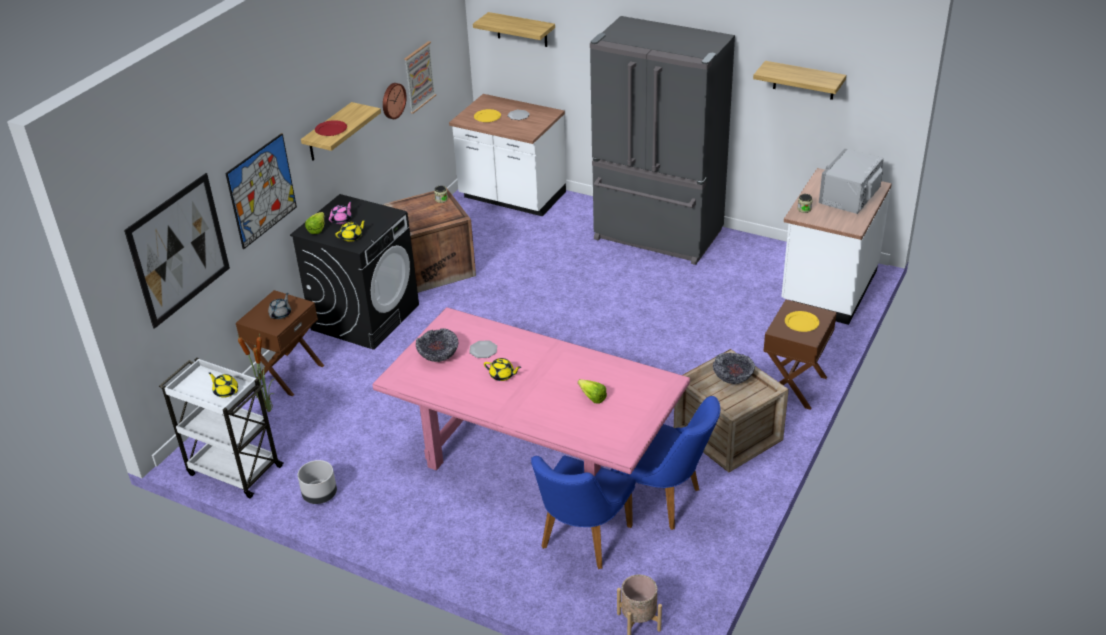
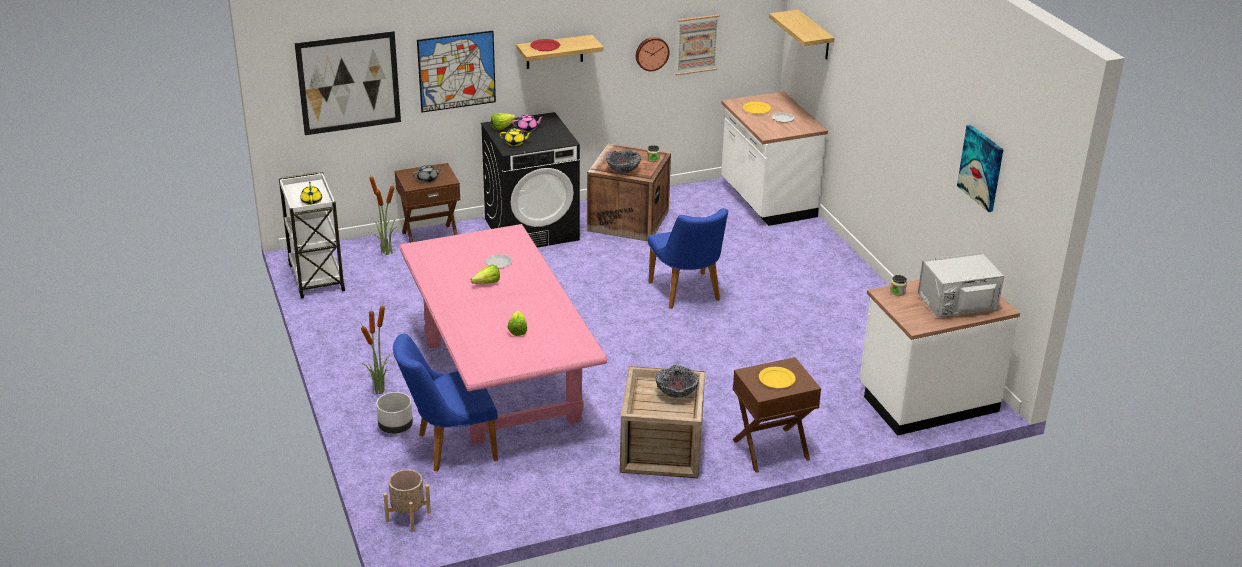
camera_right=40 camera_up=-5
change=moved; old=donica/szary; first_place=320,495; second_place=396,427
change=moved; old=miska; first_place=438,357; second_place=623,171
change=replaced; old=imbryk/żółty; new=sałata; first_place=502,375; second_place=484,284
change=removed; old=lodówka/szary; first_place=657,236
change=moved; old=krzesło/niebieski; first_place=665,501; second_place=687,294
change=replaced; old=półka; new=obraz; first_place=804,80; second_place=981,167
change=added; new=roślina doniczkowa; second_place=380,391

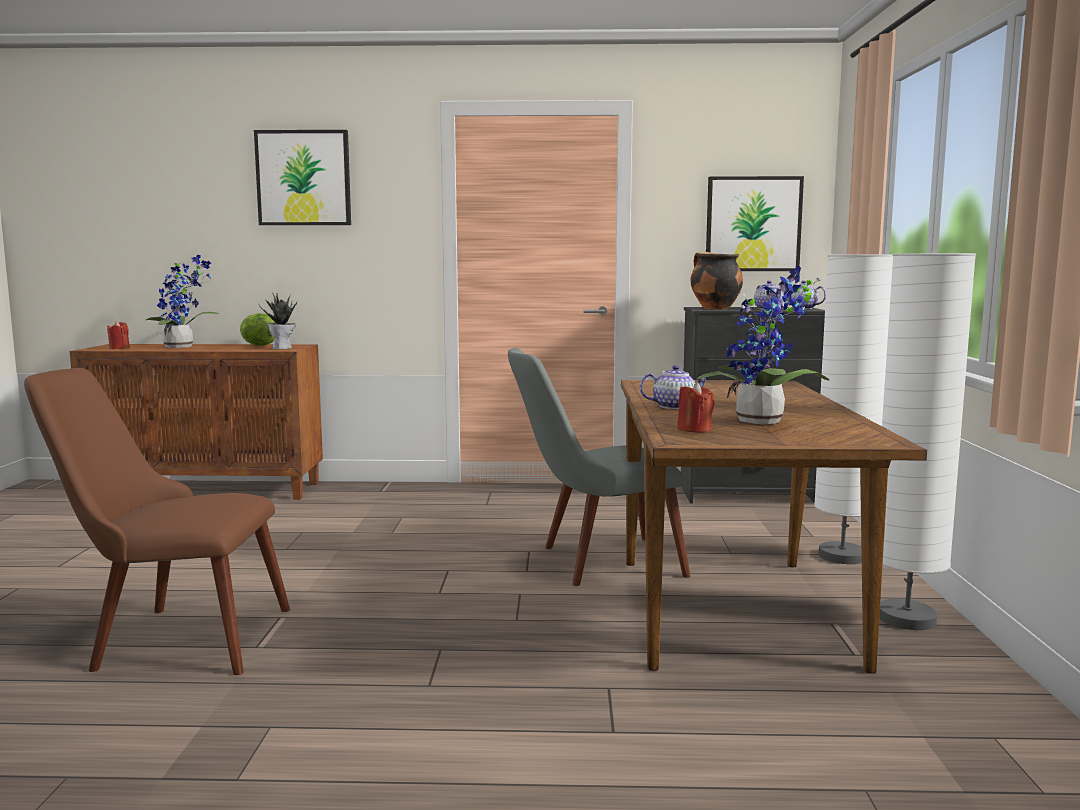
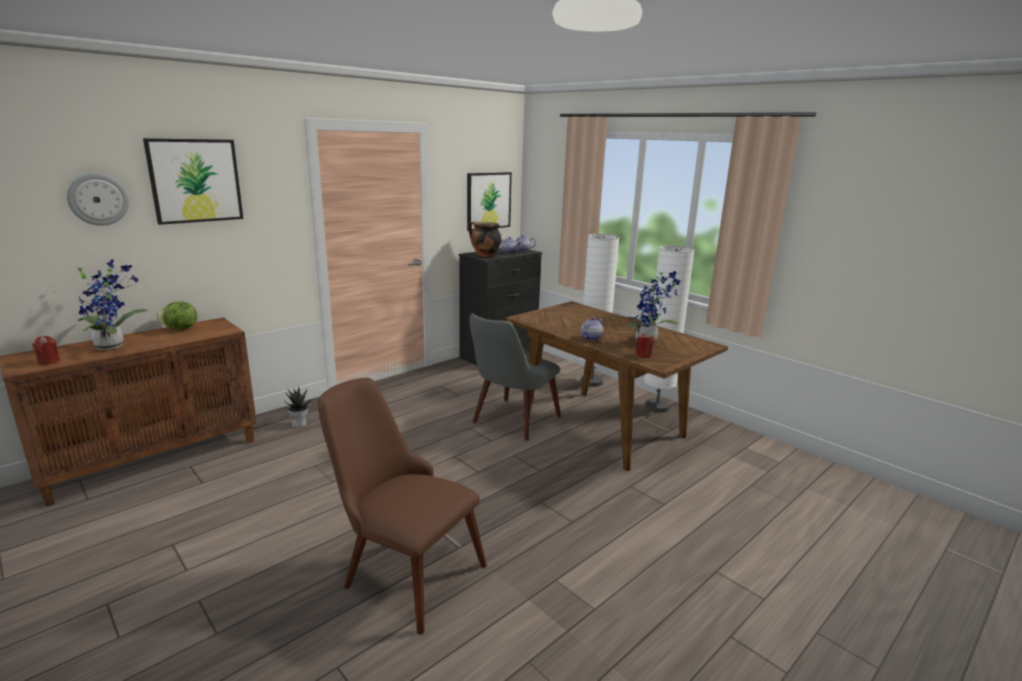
camera_right=-45 camera_up=10
change=turned; old=krzesło/brązowy; first_place=170,639; second_place=401,570; degrees=75
change=moved; old=roślina doniczkowa; first_place=283,348; second_place=300,424
change=added; new=zegar ścienny; second_place=98,199

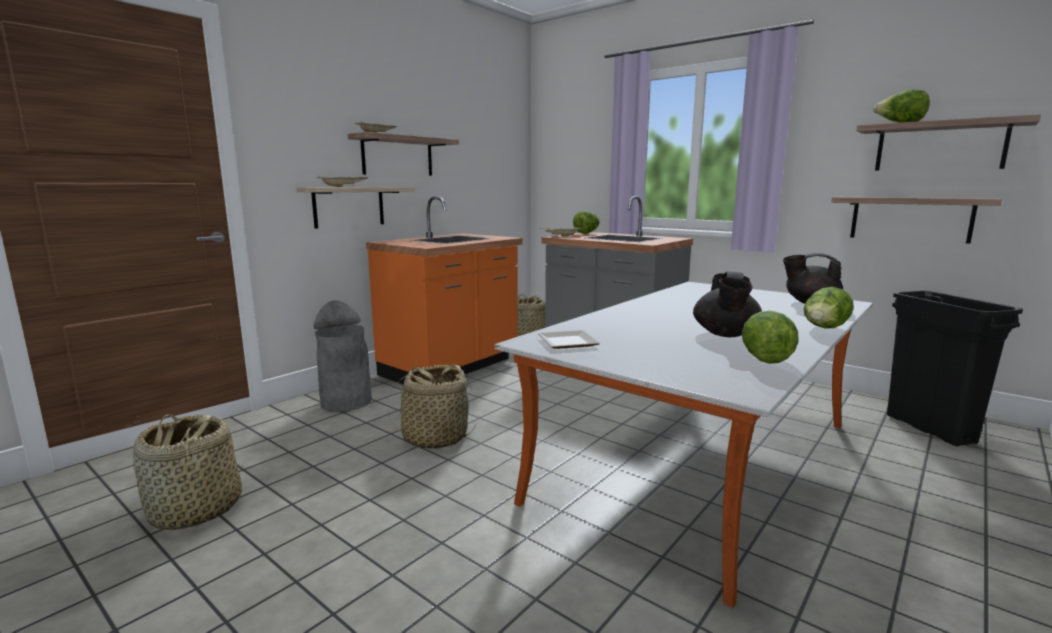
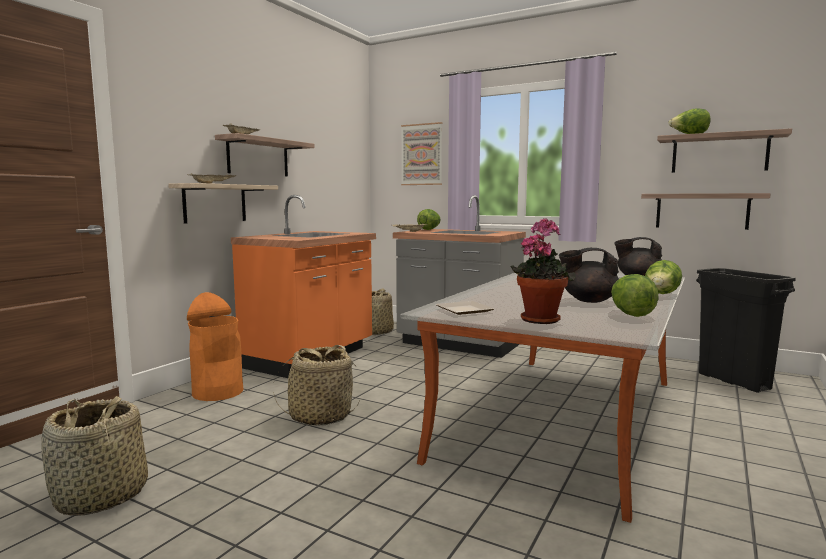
camera_right=-10 camera_up=-5
change=recoloured; old=kosz na śmieci/szary; new=kosz na śmieci/pomarańczowy; first_place=346,401; second_place=218,392
change=turned; old=imbryk/czarny; first_place=725,334; second_place=588,300; degrees=90
change=added; new=obraz; second_place=422,154
change=added; new=roślina doniczkowa; second_place=540,319

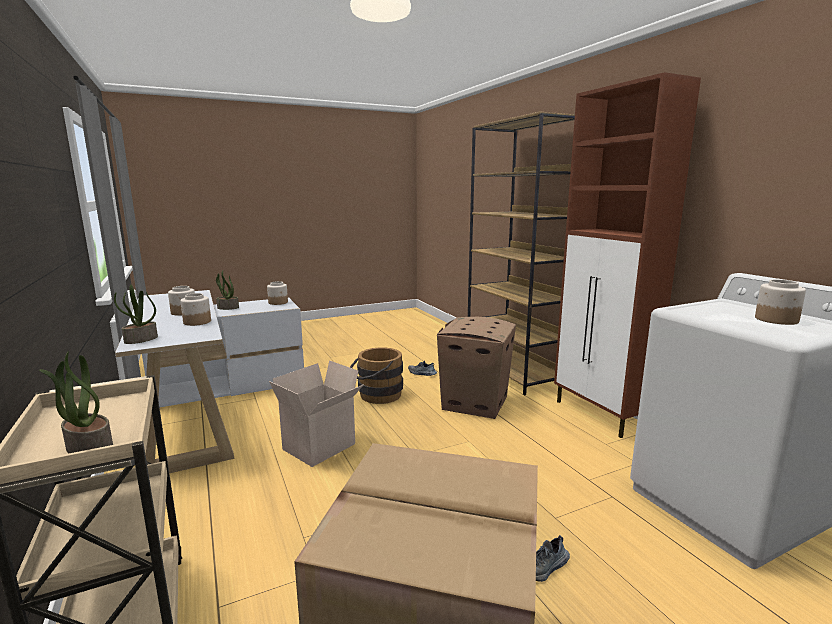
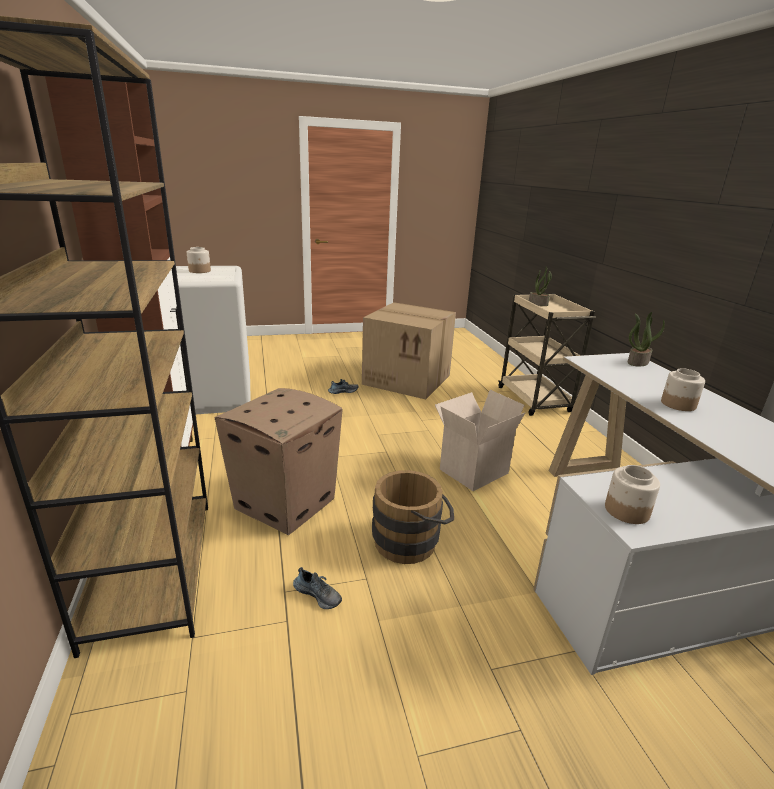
camera_right=-170 camera_up=10
change=removed; old=słoik; first_place=197,322
change=removed; old=roślina doniczkowa; first_place=227,308

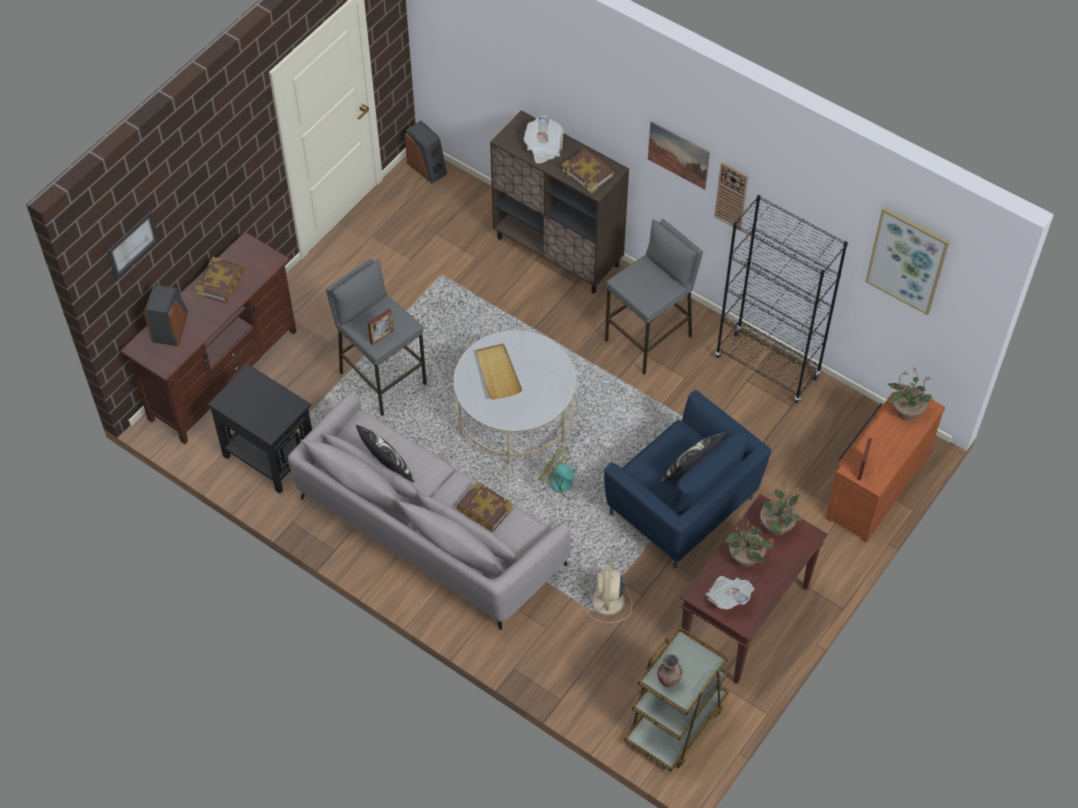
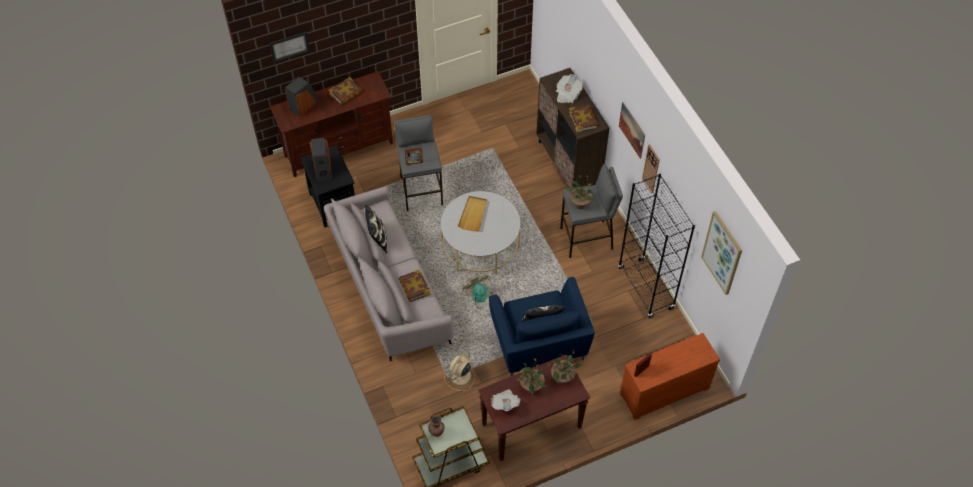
camera_right=30 camera_up=0
change=moved; old=głośnik; first_place=427,167; second_place=323,170
change=moved; old=roślina doniczkowa; first_place=906,411; second_place=579,203

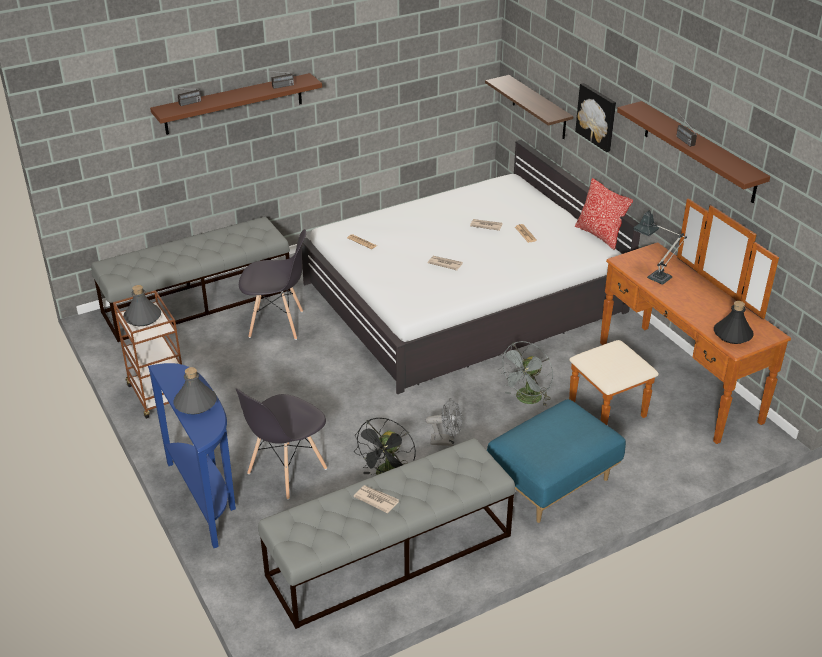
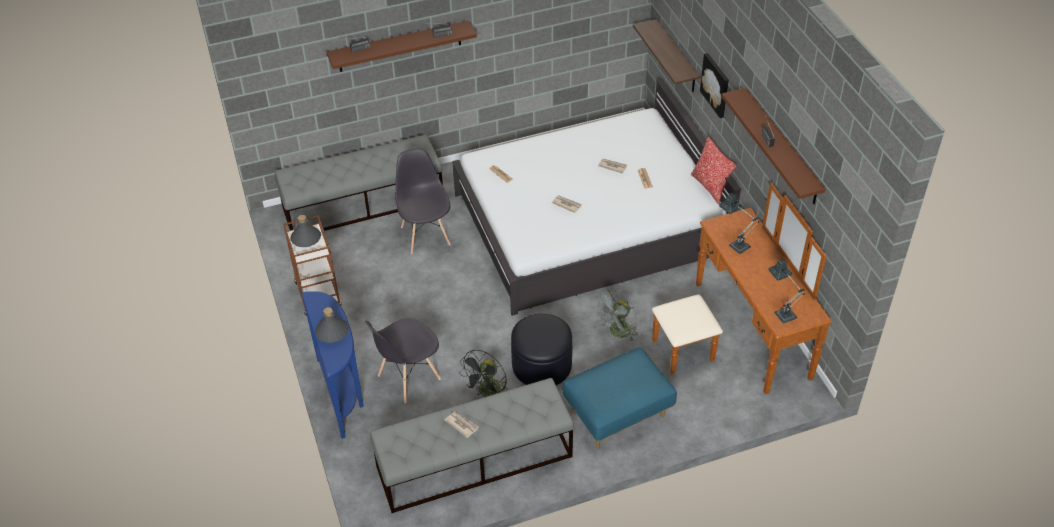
camera_right=10 camera_up=10
change=turned; old=krzesło/szary; first_place=277,324; second_place=425,235; degrees=-120
change=replaced; old=wentylator/szary; new=pufa/czarny; first_place=446,441; second_place=541,365
change=replaced; old=butelka/czarny; new=lampa stołowa; first_place=732,335; second_place=782,312

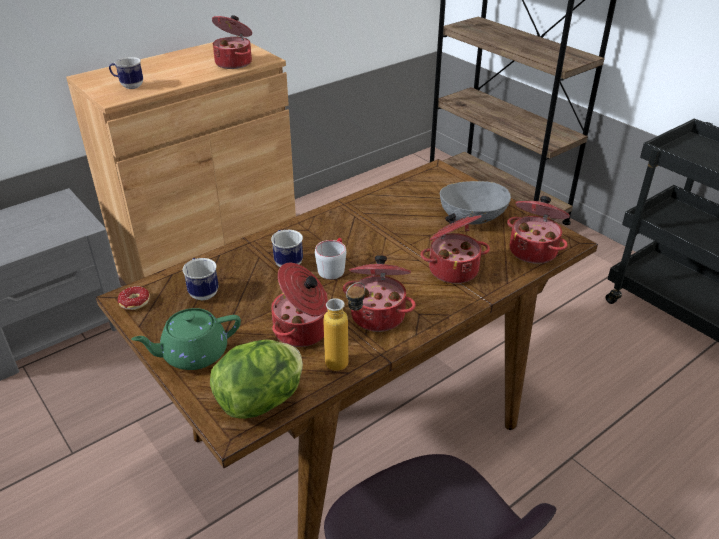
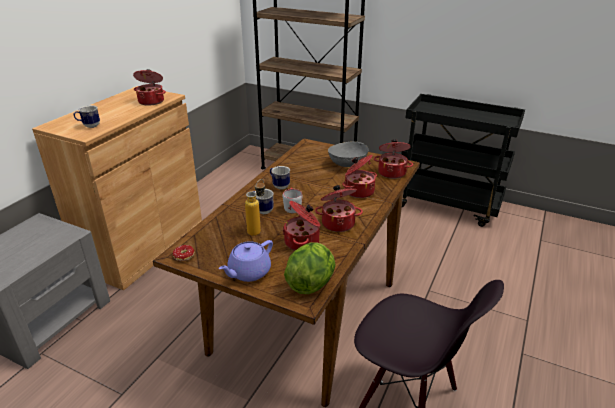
camera_right=-25 camera_up=-5
change=recoloured; old=imbryk/zielony; new=imbryk/fioletowy; first_place=193,354; second_place=248,272
change=moved; old=kubek; first_place=202,291; second_place=279,186
change=moved; old=butelka; first_place=345,360; second_place=257,230

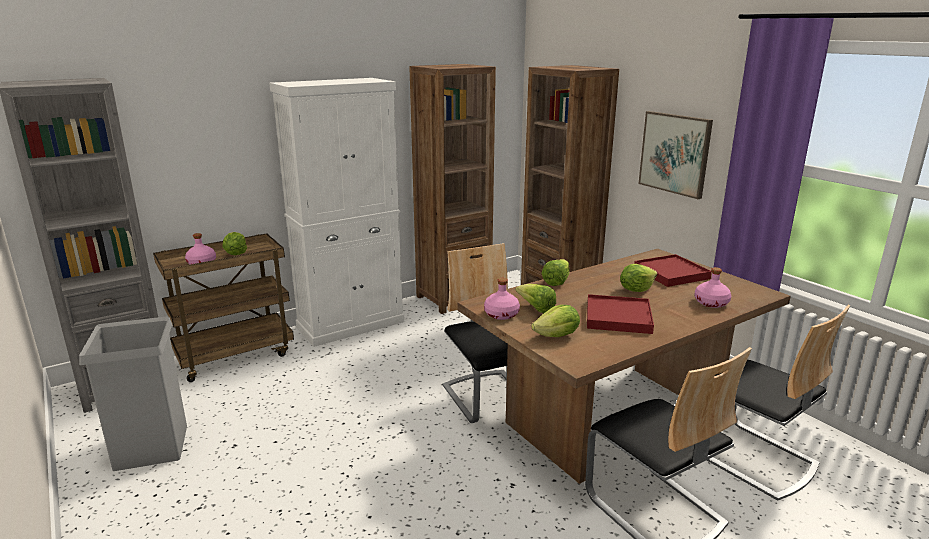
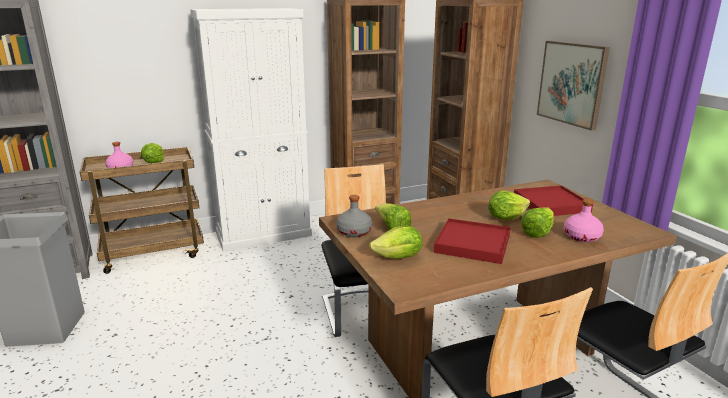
camera_right=10 camera_up=0
change=recoloured; old=butelka/różowy; new=butelka/szary; first_place=502,314; second_place=354,232
change=moved; old=sałata; first_place=556,281; second_place=537,232

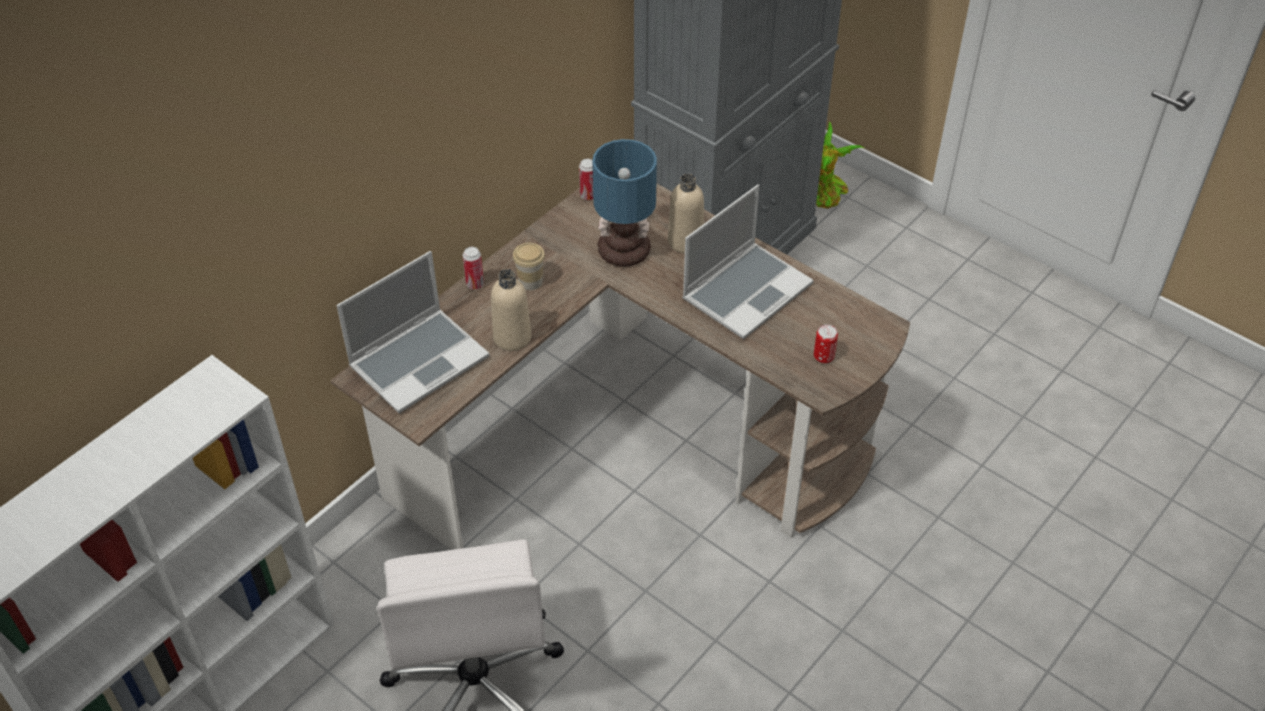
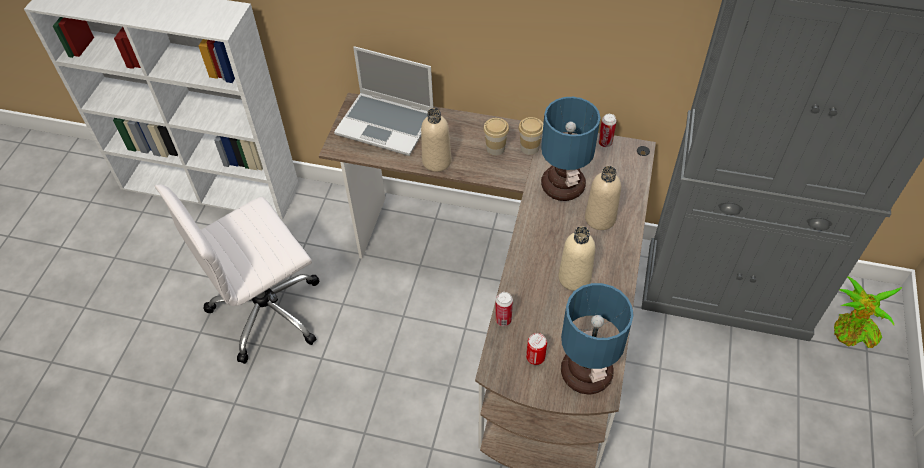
camera_right=65 camera_up=5
change=moved; old=puszka; first_place=475,284; second_place=503,320
change=replaced; old=laptop; new=butelka/beżowy; first_place=746,290; second_place=574,278
change=added; new=filiżanka; second_place=529,147
change=added; new=lampa stołowa; second_place=584,372

